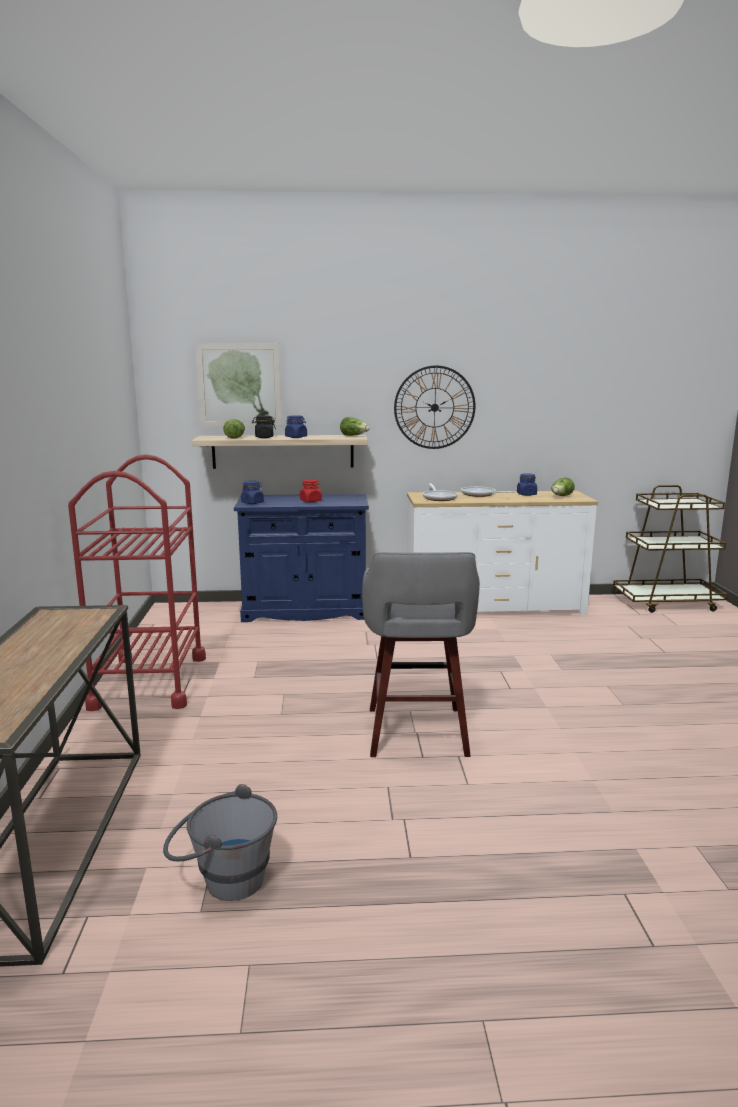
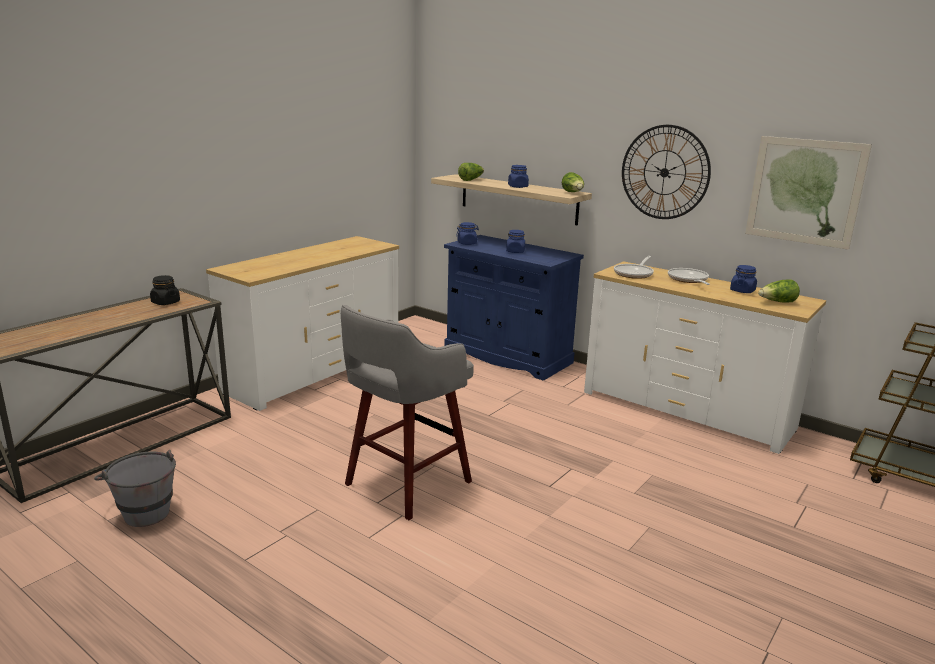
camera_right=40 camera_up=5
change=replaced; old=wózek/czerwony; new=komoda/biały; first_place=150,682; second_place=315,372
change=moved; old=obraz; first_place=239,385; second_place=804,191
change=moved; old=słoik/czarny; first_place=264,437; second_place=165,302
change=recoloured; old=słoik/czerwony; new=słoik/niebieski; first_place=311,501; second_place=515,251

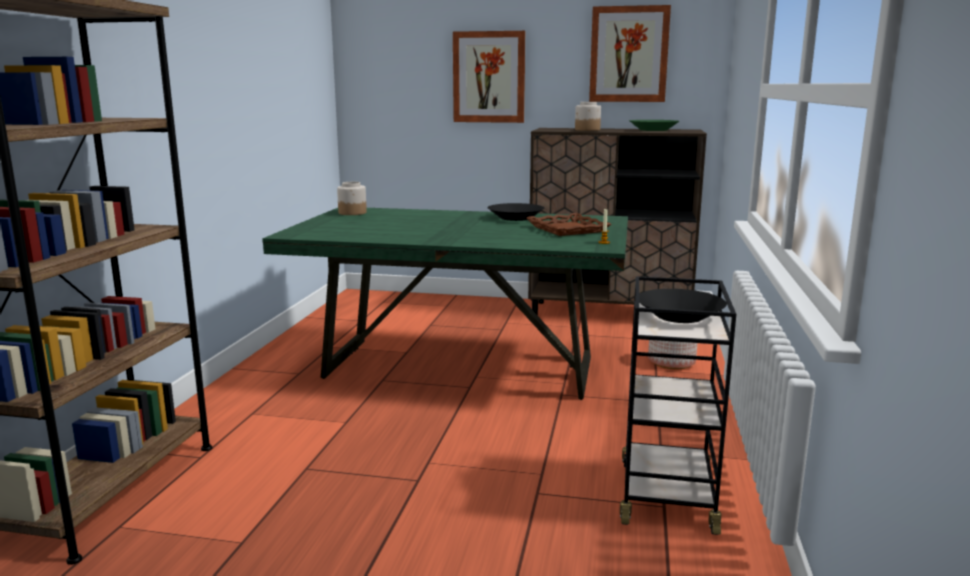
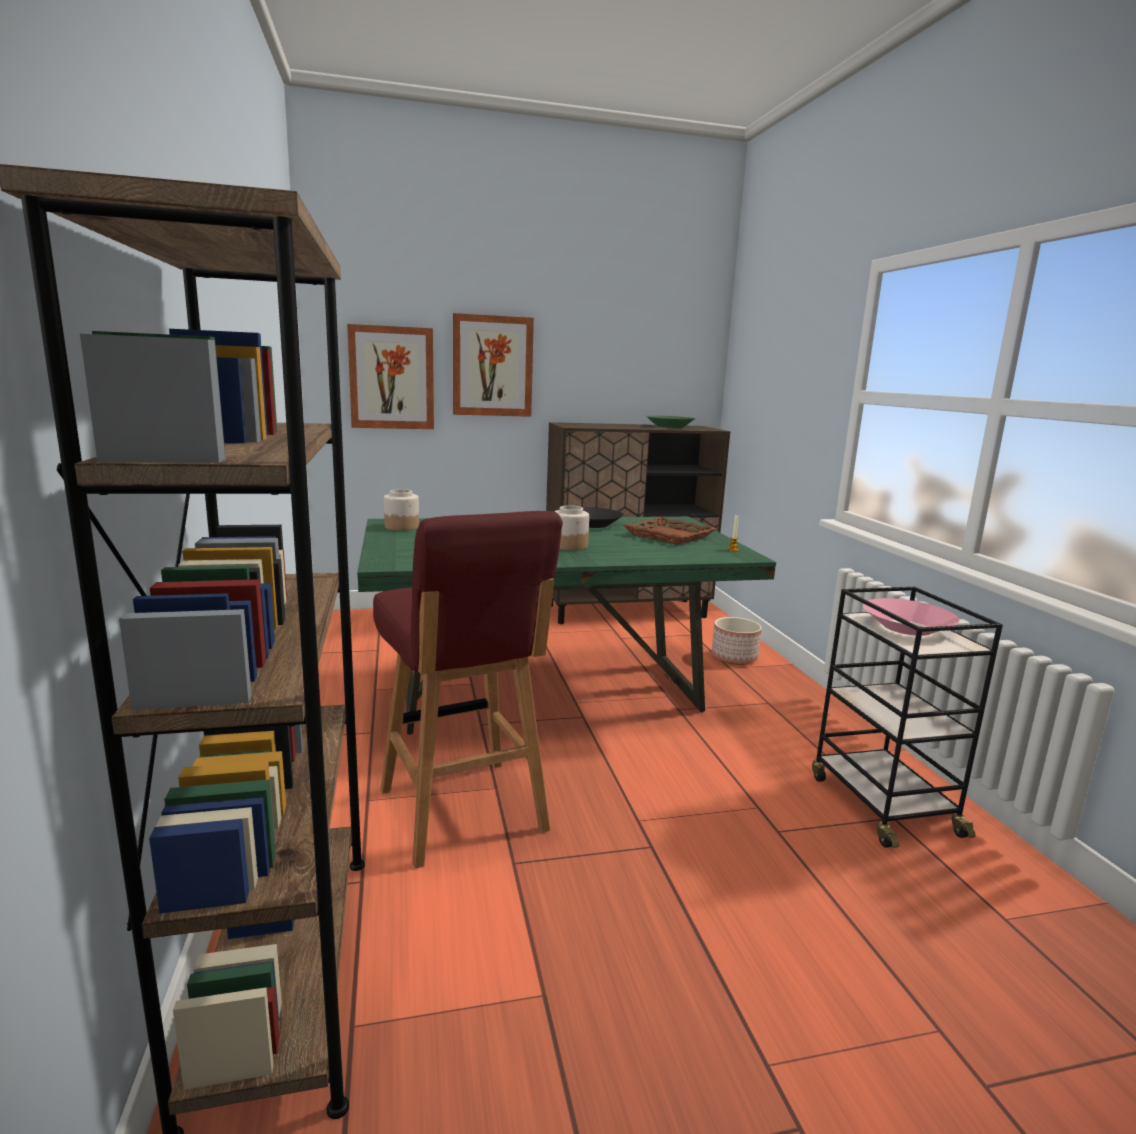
camera_right=-25 camera_up=0
change=moved; old=słoik; first_place=587,130; second_place=569,546
change=moved; old=obraz; first_place=629,54; second_place=392,378
change=recoloured; old=miska/czarny; new=miska/różowy; first_place=679,316; second_place=907,627
change=added; new=stołek/czerwony; second_place=463,812

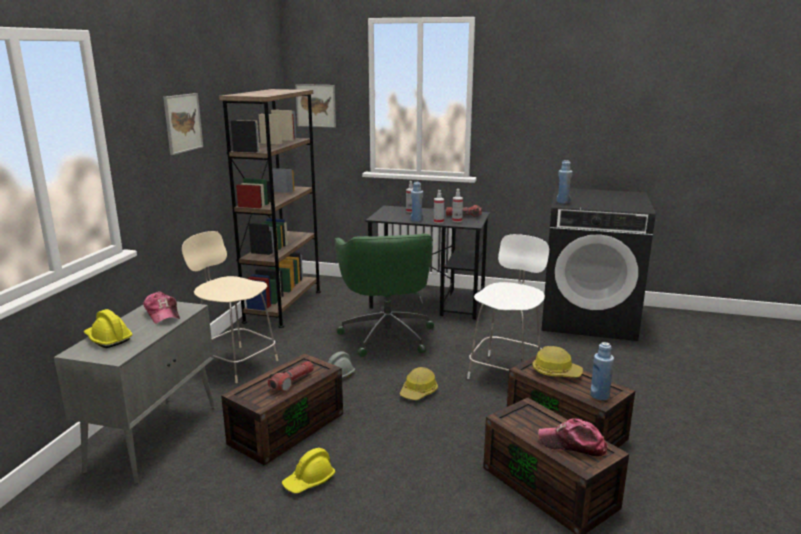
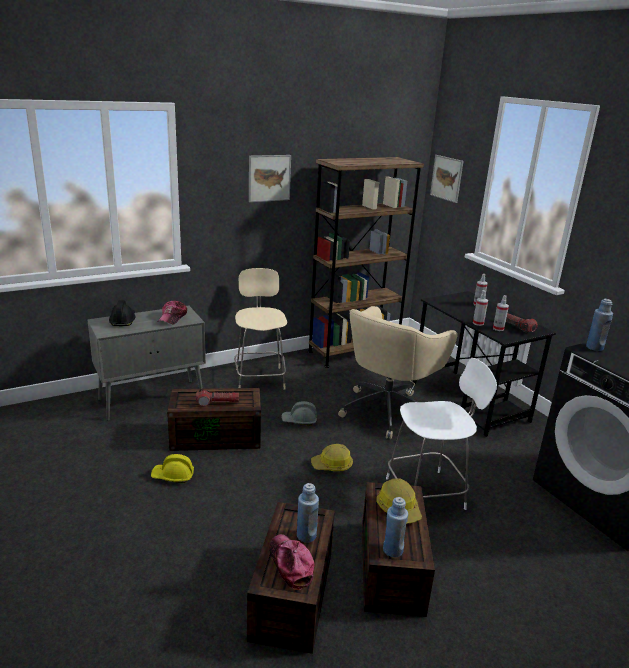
camera_right=45 camera_up=5
change=recoloured; old=kask/żółty; new=kask/czarny; first_place=108,339; second_place=123,320
change=recoloured; old=krzesło biurowe/zielony; new=krzesło biurowe/beżowy; first_place=387,335; second_place=388,410
change=moved; old=butelka/niebieski; first_place=416,220; second_place=306,535

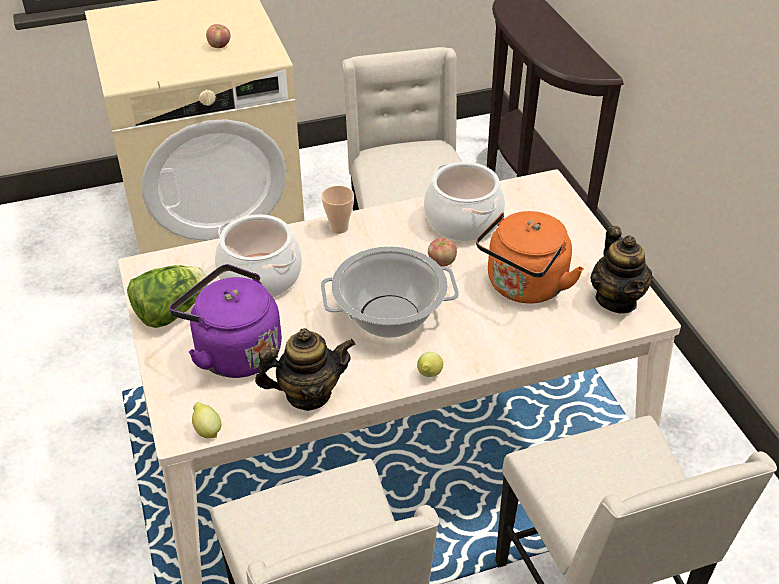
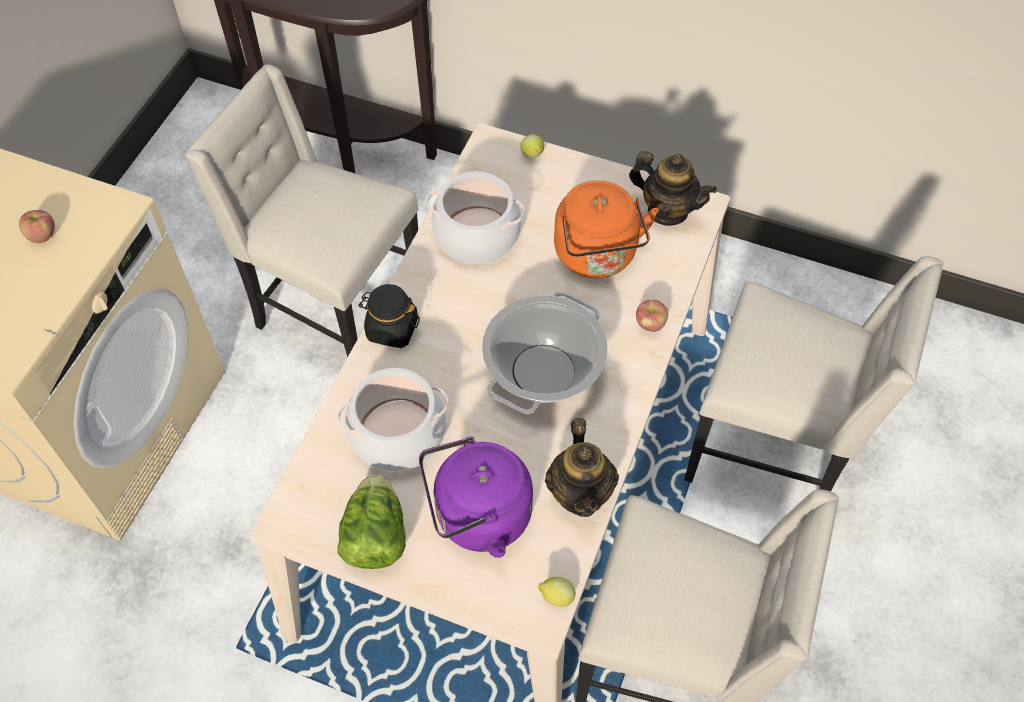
camera_right=-50 camera_up=15
change=turned; old=imbryk; first_place=308,394; second_place=580,493; degrees=150
change=replaced; old=filiżanka; new=słoik/czarny; first_place=339,228; second_place=392,329
change=moved; old=cytryna; first_place=429,375; second_place=533,155
change=moved; old=jabłko; first_place=441,262; second_place=650,324

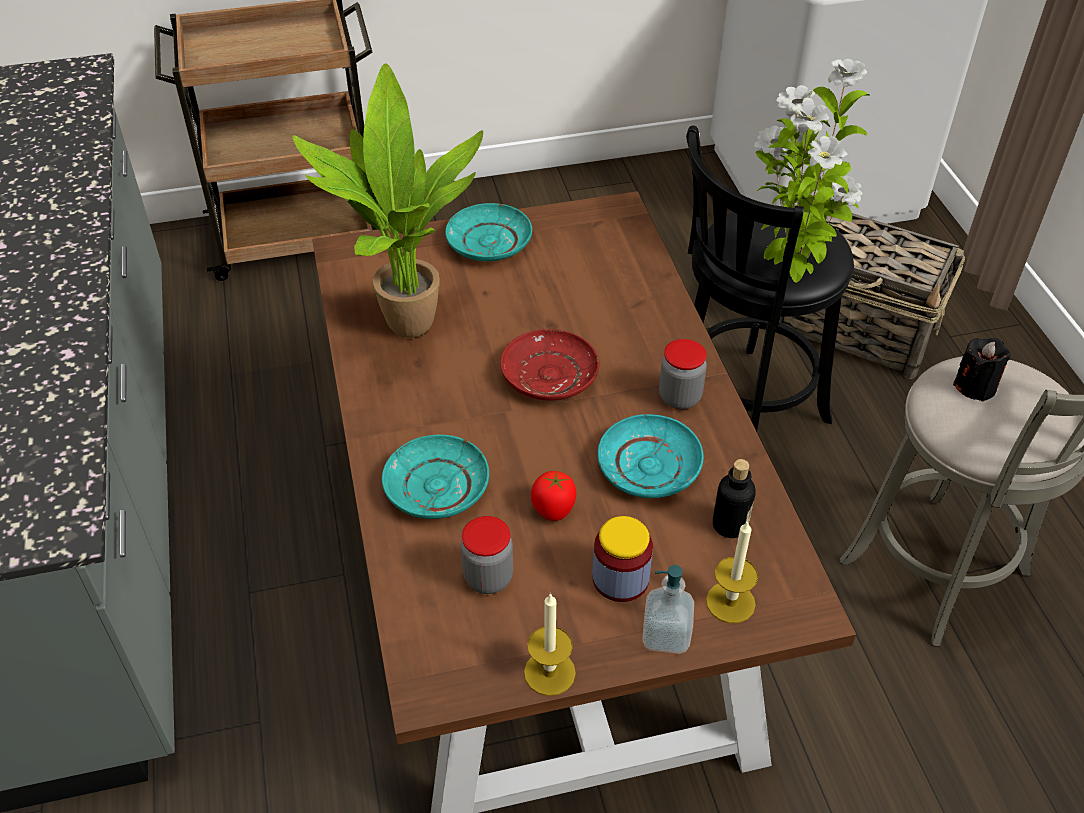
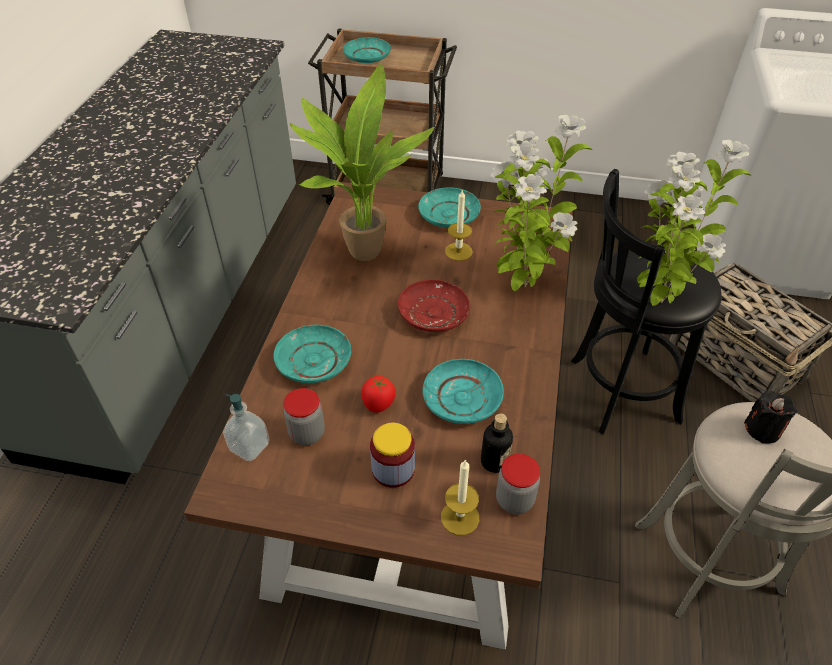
camera_right=25 camera_up=0
change=moved; old=świeca; first_place=549,672; second_place=458,251
change=moved; old=dozownik mydła; first_place=666,635; second_place=249,446
change=moved; old=słoik; first_place=679,397; second_place=514,500
change=added; new=talerz/turkusowy; second_place=367,57
change=added; new=roślina doniczkowa; second_place=522,285

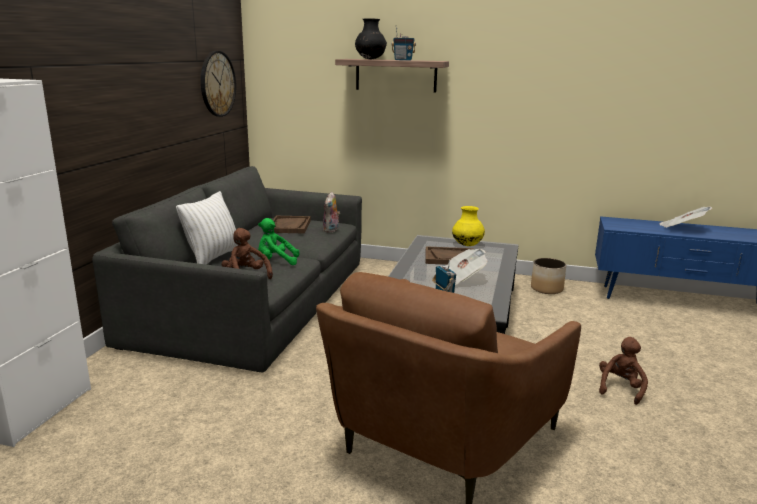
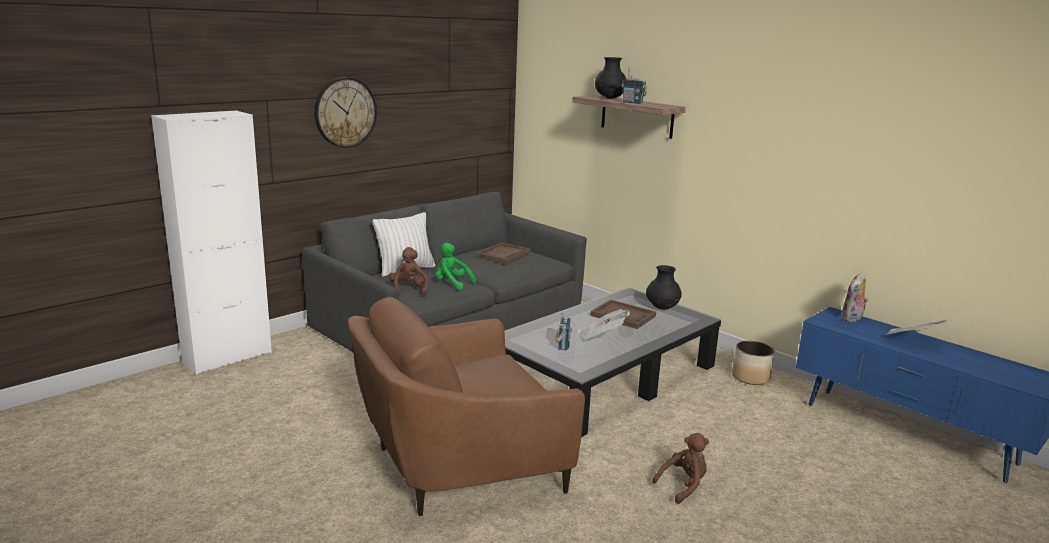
camera_right=30 camera_up=0
change=moved; old=zegar ścienny; first_place=217,84; second_place=345,112
change=moved; old=pluszak; first_place=331,230; second_place=852,319
change=recoloured; old=wazon/żółty; new=wazon/czarny; first_place=467,245; second_place=662,308

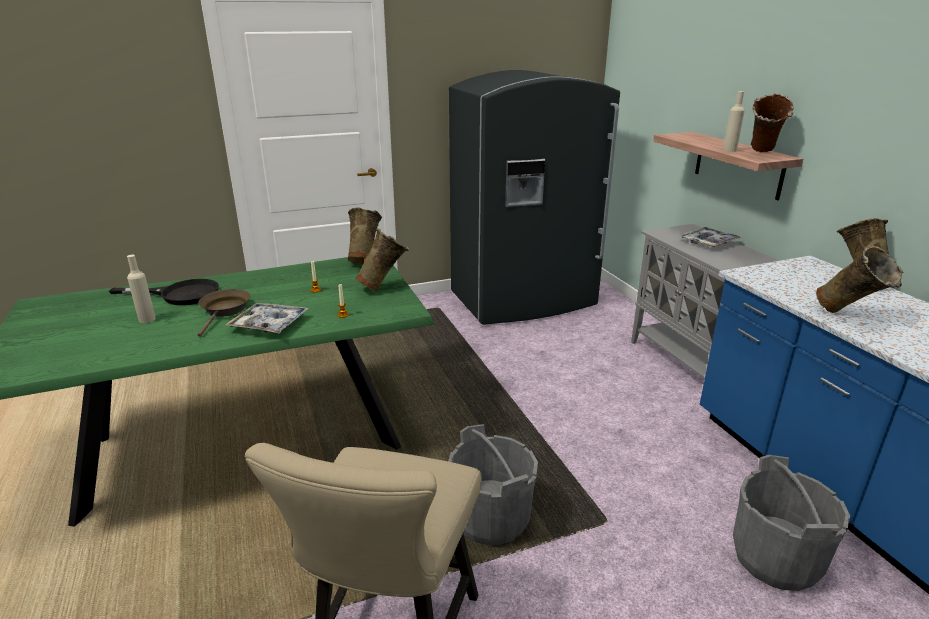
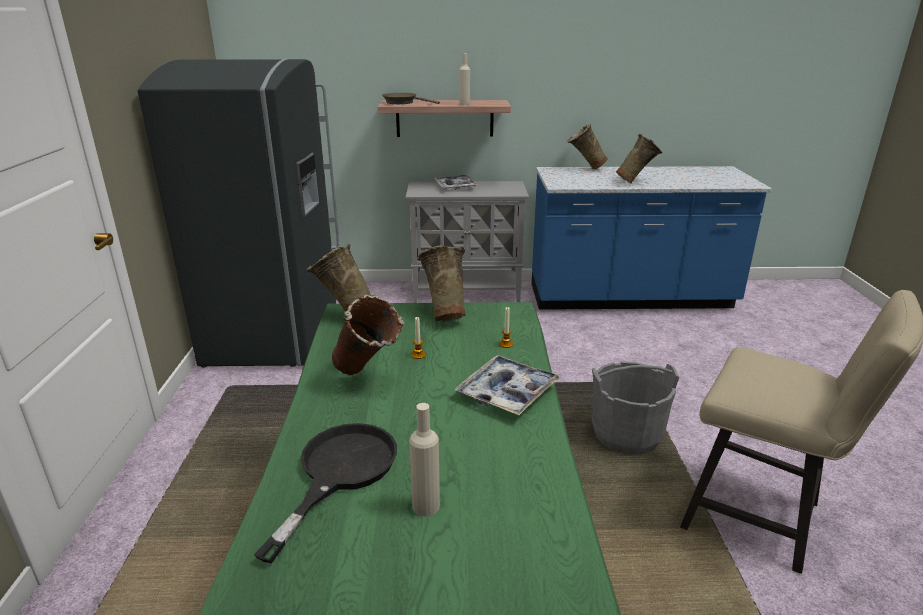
camera_right=-70 camera_up=0
change=moved; old=patelnia/brązowy; first_place=225,311; second_place=403,102
change=removed; old=wiadro/szary; first_place=776,558
change=moved; old=wazon/brązowy; first_place=762,154; second_place=368,378

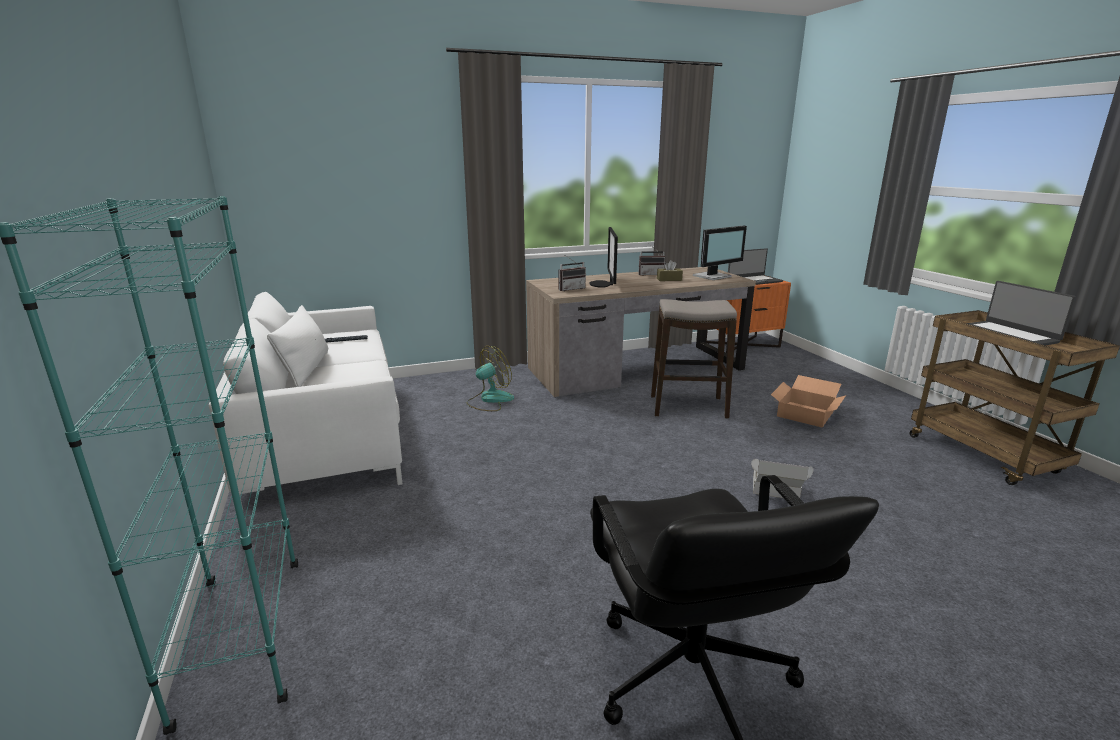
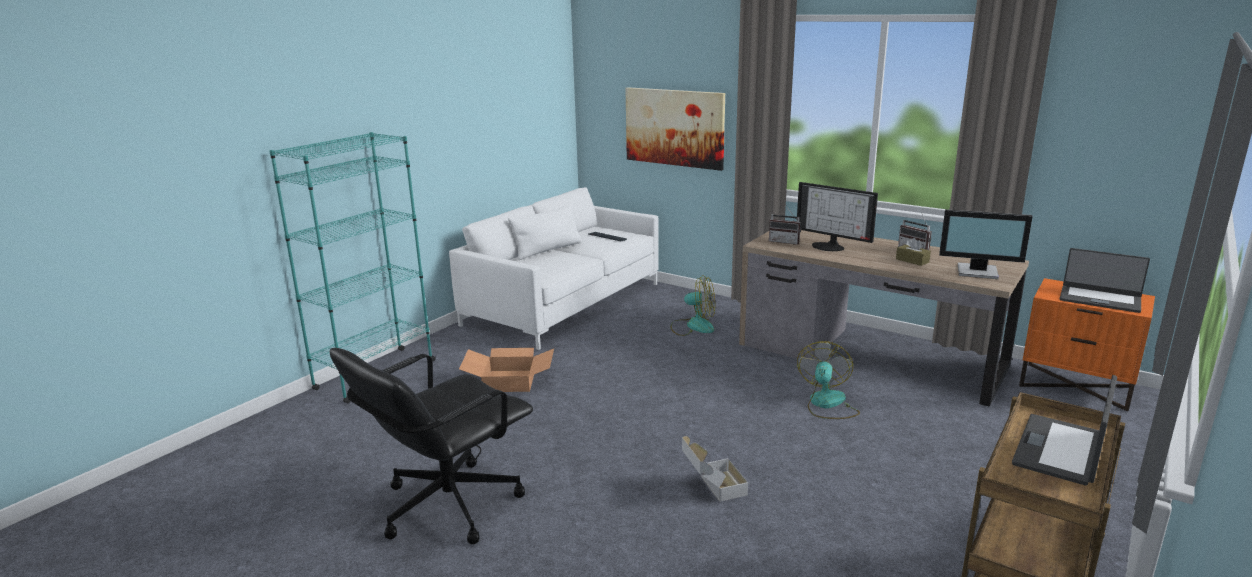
camera_right=55 camera_up=0
change=turned; old=monitor; first_place=603,284; second_place=829,246; degrees=-105
change=replaced; old=stołek; new=wentylator; first_place=688,407; second_place=827,404
change=moved; old=karton; first_place=805,414; second_place=508,381
change=added; new=obraz; second_place=674,127

